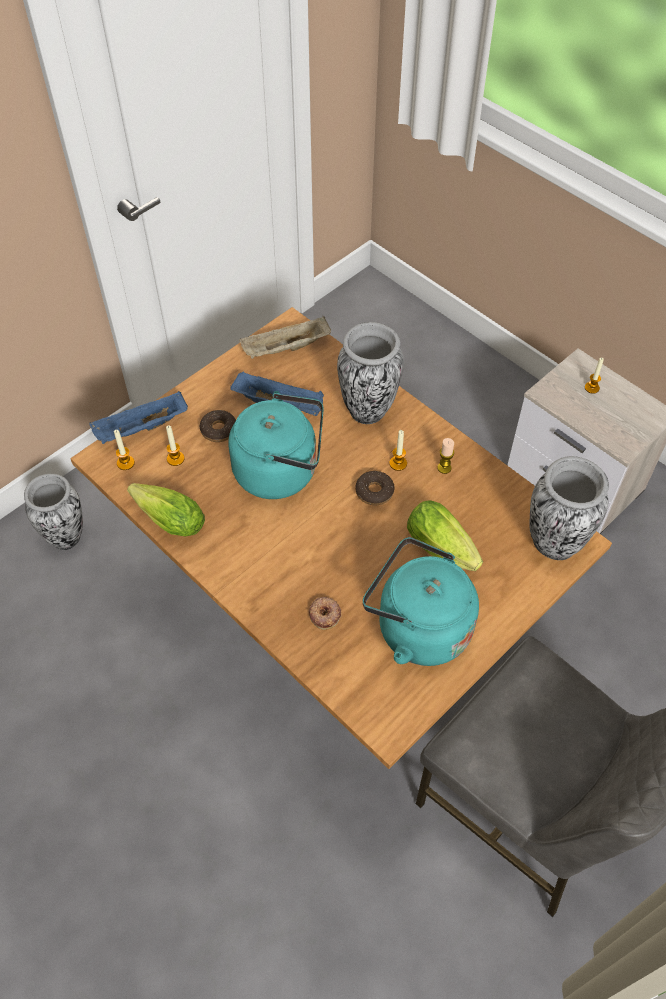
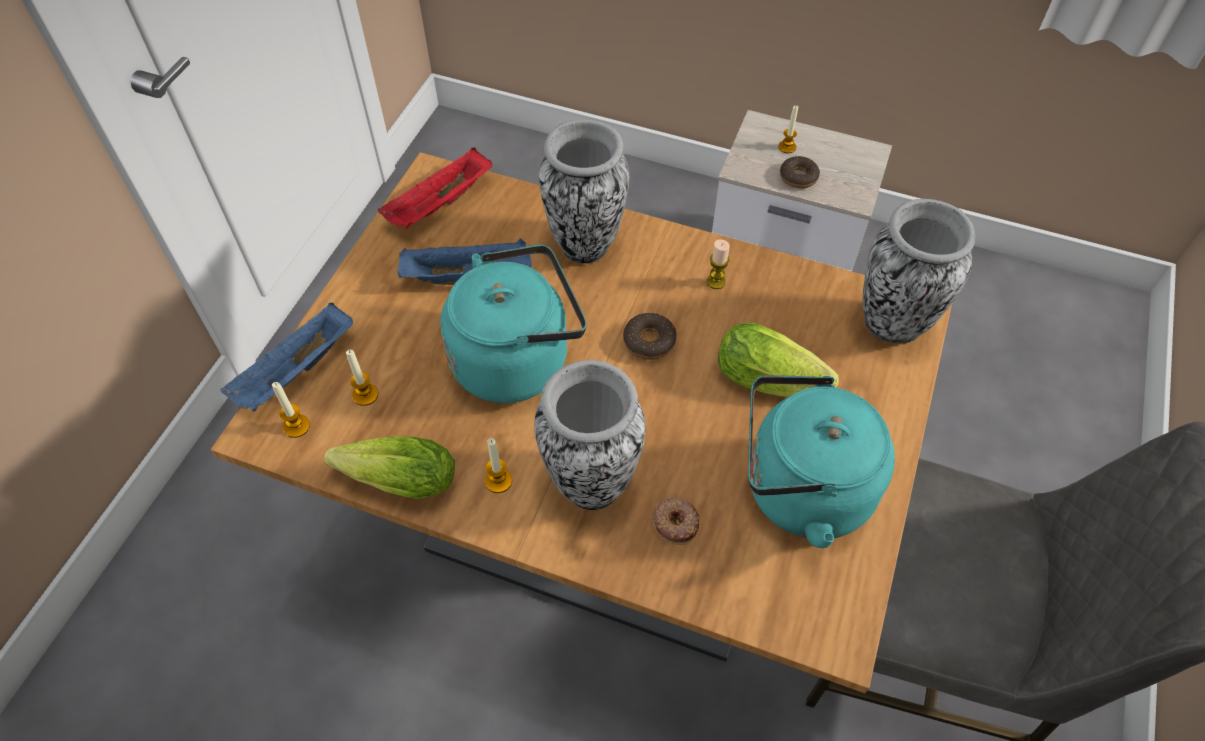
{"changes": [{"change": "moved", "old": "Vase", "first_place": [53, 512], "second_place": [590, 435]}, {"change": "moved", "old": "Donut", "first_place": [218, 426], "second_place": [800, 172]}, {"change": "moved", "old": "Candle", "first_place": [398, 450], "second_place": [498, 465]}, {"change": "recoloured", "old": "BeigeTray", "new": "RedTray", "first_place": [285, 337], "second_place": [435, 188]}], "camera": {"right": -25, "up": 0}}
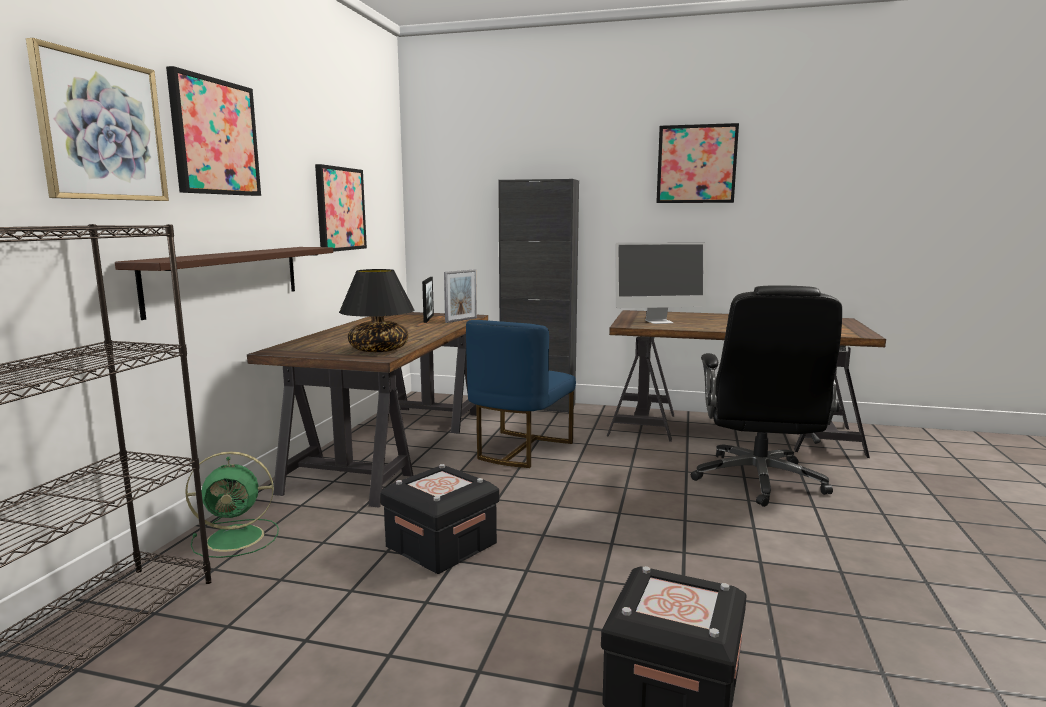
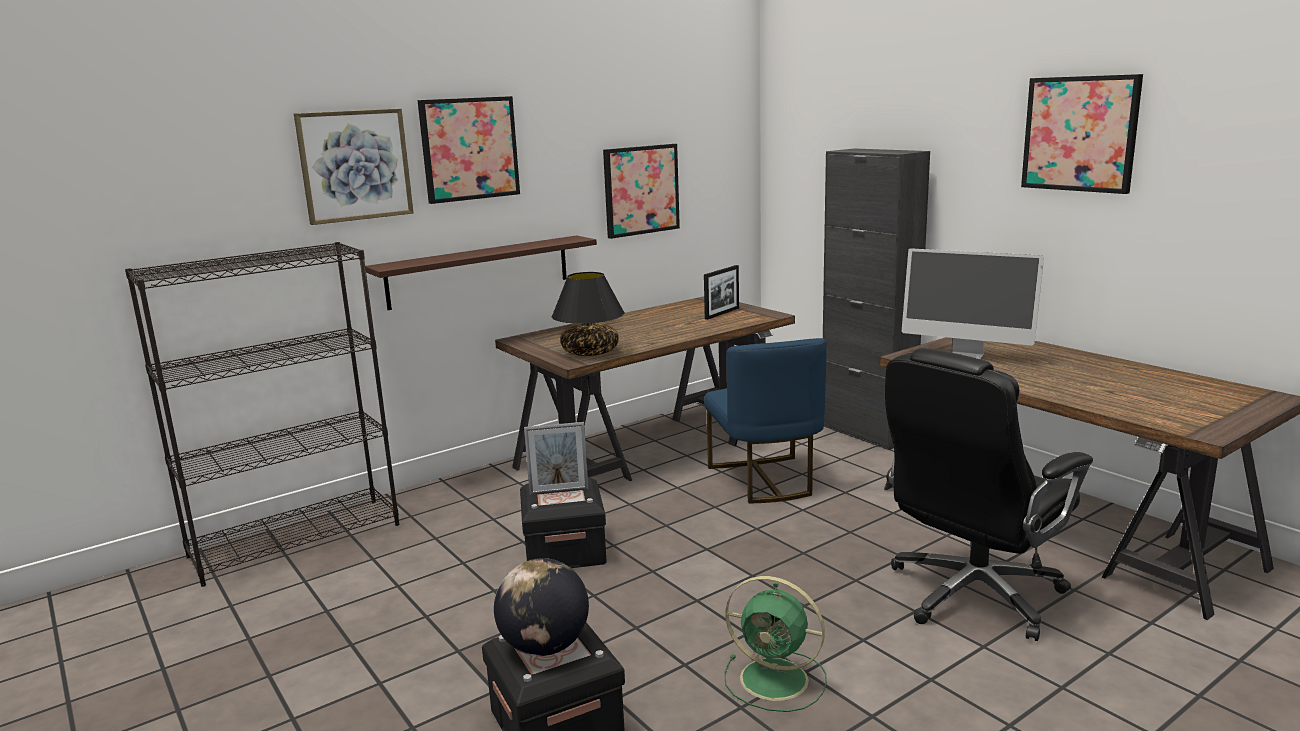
{"changes": [{"change": "added", "new": "Globe", "second_place": [541, 607]}, {"change": "moved", "old": "GreenFan", "first_place": [232, 505], "second_place": [775, 644]}, {"change": "moved", "old": "PictureFrame", "first_place": [460, 296], "second_place": [556, 458]}, {"change": "turned", "old": "BlueChair", "first_place": [521, 394], "second_place": [765, 421], "degrees": -75}], "camera": {"right": 40, "up": 5}}
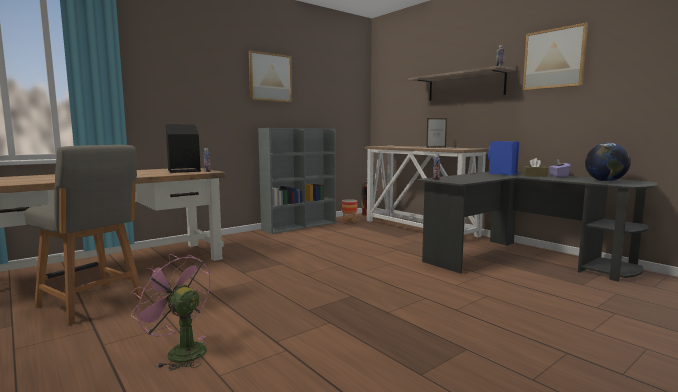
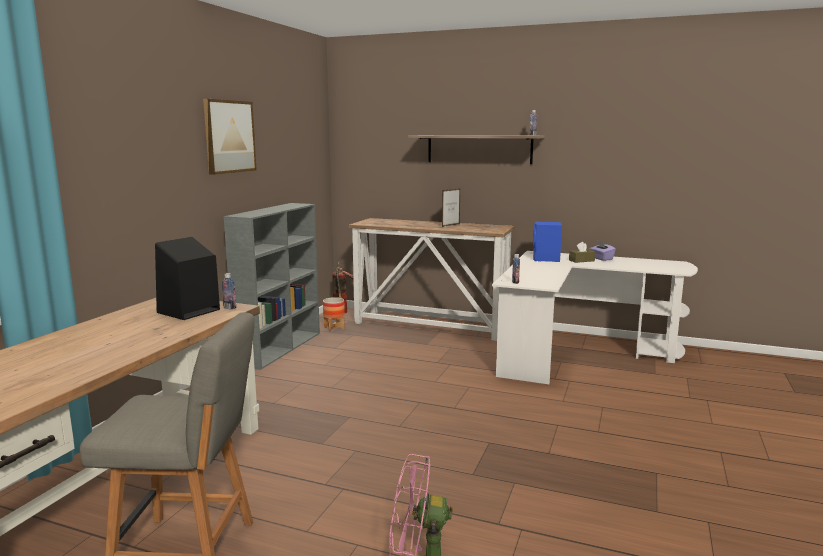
{"changes": [{"change": "removed", "old": "Picture", "first_place": [555, 56]}, {"change": "removed", "old": "Globe", "first_place": [608, 162]}, {"change": "recoloured", "old": "BlackDesk", "new": "WhiteDesk", "first_place": [536, 227], "second_place": [595, 317]}], "camera": {"right": -30, "up": 5}}
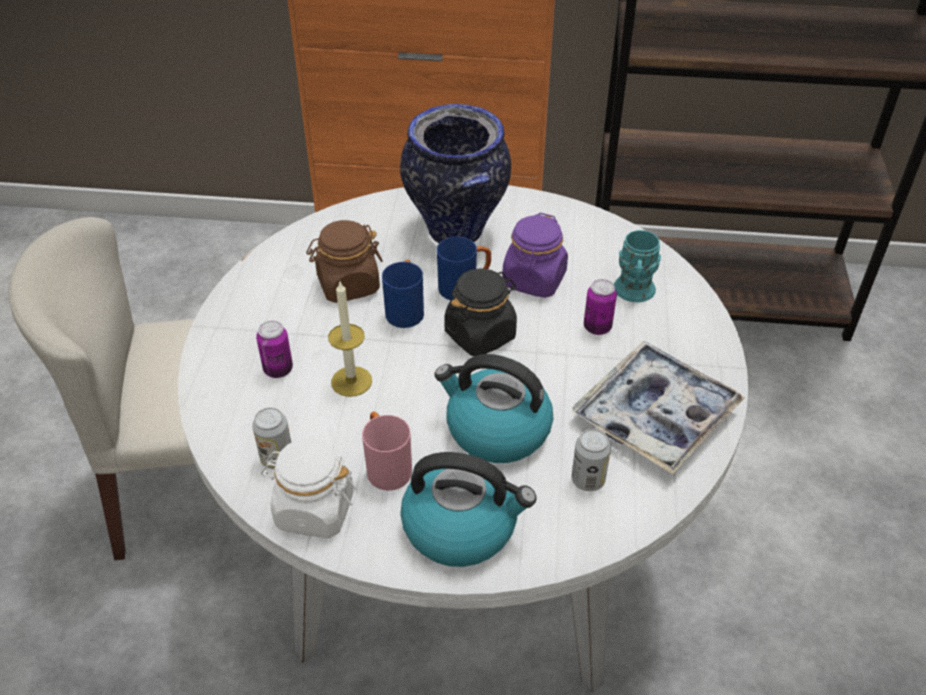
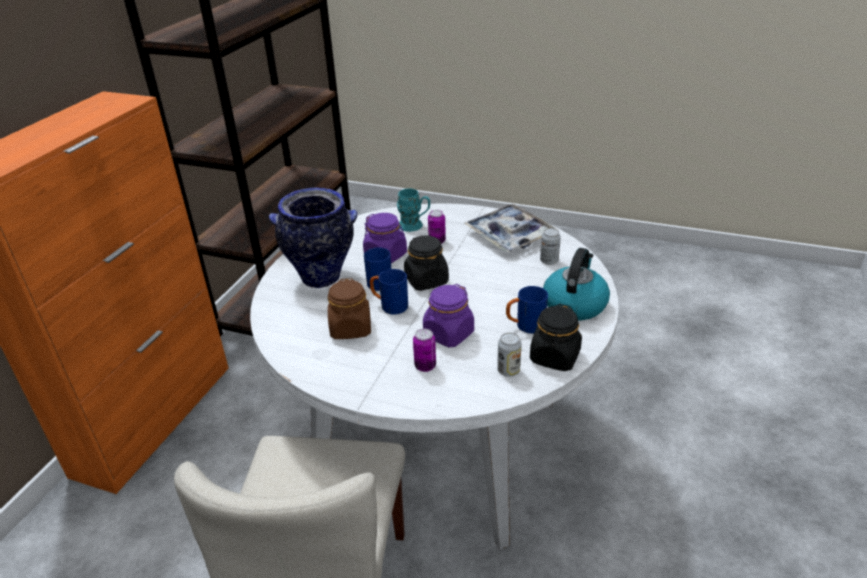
{"changes": [{"change": "removed", "old": "Kettle", "first_place": [493, 408]}, {"change": "replaced", "old": "Candle", "new": "PurpleJar", "first_place": [350, 339], "second_place": [448, 315]}, {"change": "recoloured", "old": "WhiteJar", "new": "BlackJar", "first_place": [309, 488], "second_place": [556, 337]}, {"change": "recoloured", "old": "PinkMug", "new": "BlueMug", "first_place": [387, 451], "second_place": [527, 310]}], "camera": {"right": -75, "up": -10}}
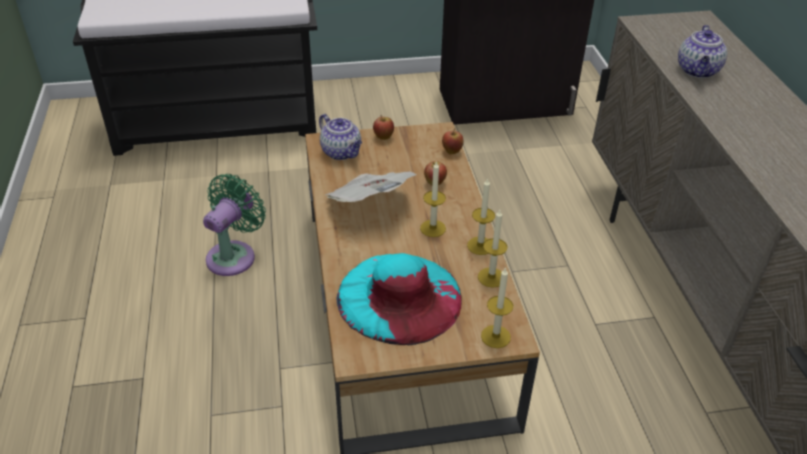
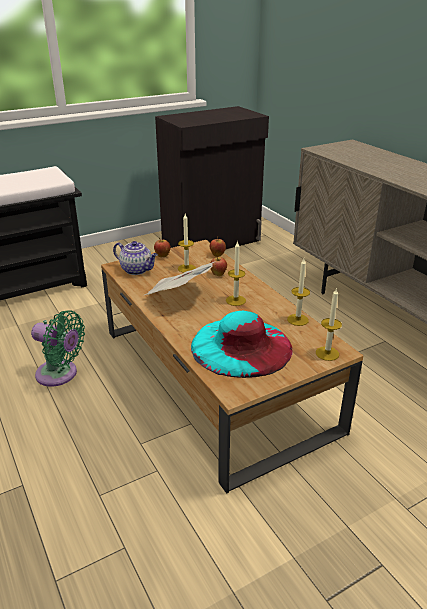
{"changes": [{"change": "removed", "old": "Teapot", "first_place": [702, 51]}, {"change": "moved", "old": "Candle", "first_place": [481, 216], "second_place": [187, 243]}, {"change": "turned", "old": "GreenFan", "first_place": [234, 225], "second_place": [58, 348], "degrees": 105}], "camera": {"right": -20, "up": -10}}
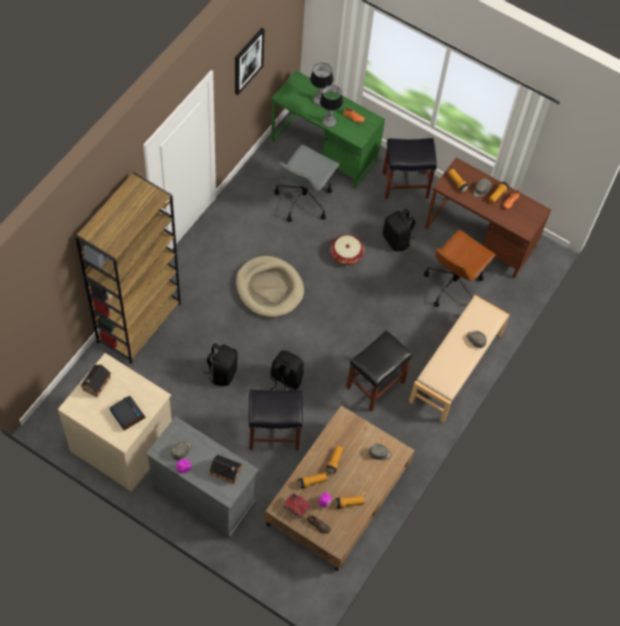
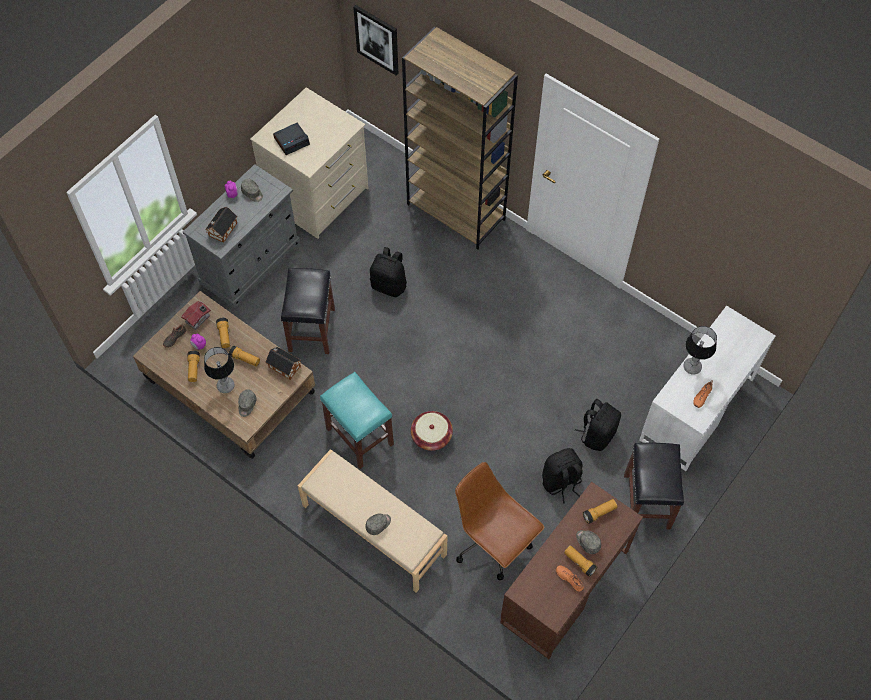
{"changes": [{"change": "removed", "old": "BeigeDogBed", "first_place": [270, 287]}, {"change": "removed", "old": "GreyOfficeChair", "first_place": [307, 183]}, {"change": "moved", "old": "ToyHouse", "first_place": [95, 381], "second_place": [283, 363]}, {"change": "moved", "old": "Picture", "first_place": [250, 61], "second_place": [376, 40]}, {"change": "moved", "old": "BlackBackpack", "first_place": [287, 370], "second_place": [598, 425]}, {"change": "moved", "old": "TableLamp", "first_place": [321, 84], "second_place": [219, 370]}, {"change": "moved", "old": "Basket", "first_place": [347, 250], "second_place": [432, 431]}, {"change": "recoloured", "old": "GreenDesk", "new": "WhiteDesk", "first_place": [328, 129], "second_place": [707, 388]}, {"change": "recoloured", "old": "BlackStool", "new": "TurquoiseStool", "first_place": [379, 371], "second_place": [357, 420]}], "camera": {"right": 100, "up": 0}}
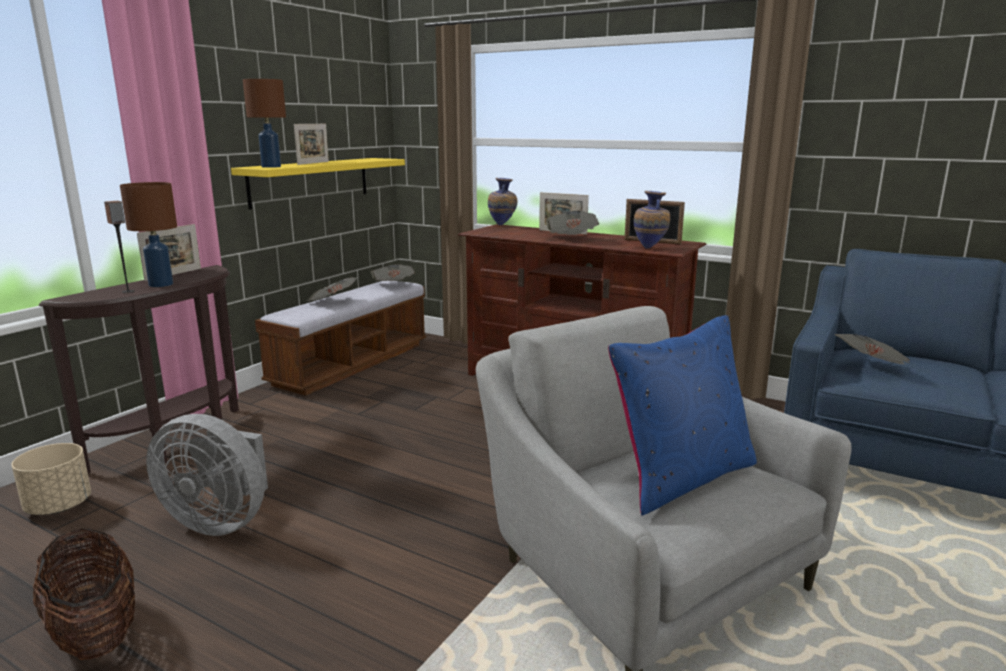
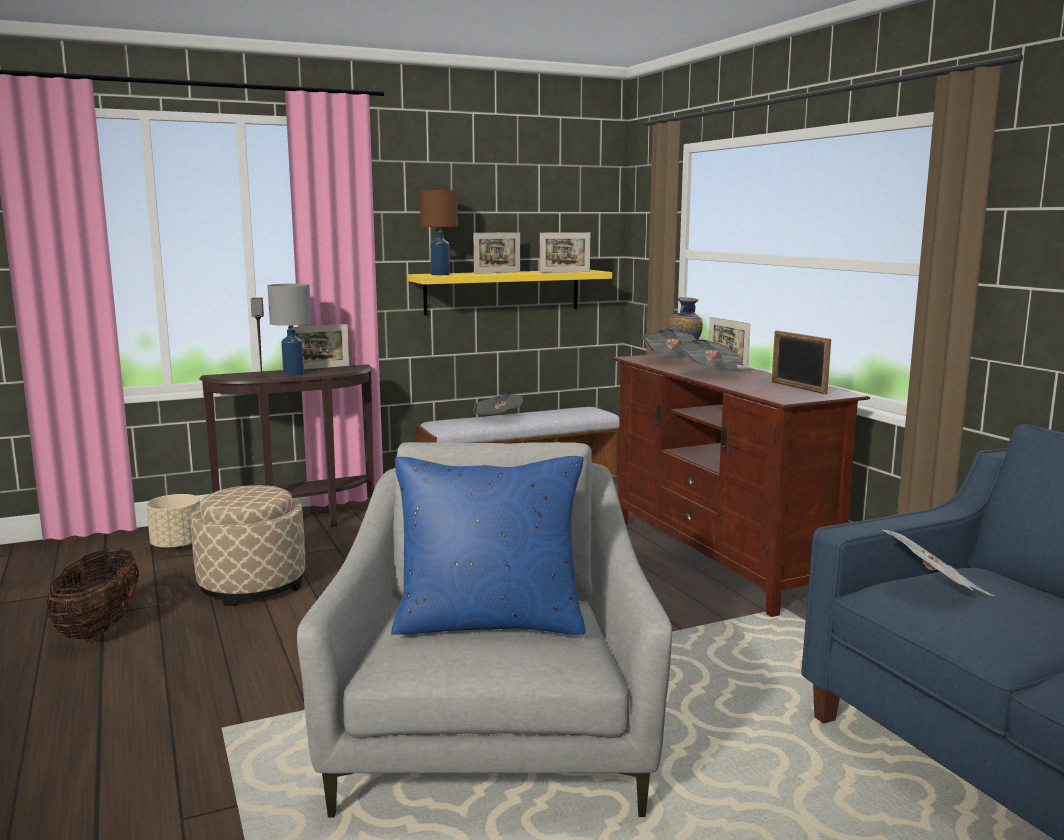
{"changes": [{"change": "removed", "old": "Vase", "first_place": [651, 219]}, {"change": "added", "new": "PictureFrame", "second_place": [565, 252]}, {"change": "moved", "old": "Newspaper", "first_place": [393, 272], "second_place": [669, 343]}, {"change": "replaced", "old": "GreyFan", "new": "BeigeOttoman", "first_place": [207, 475], "second_place": [248, 545]}, {"change": "recoloured", "old": "BrownTableLamp", "new": "GreyTableLamp", "first_place": [148, 234], "second_place": [289, 330]}], "camera": {"right": 35, "up": -5}}
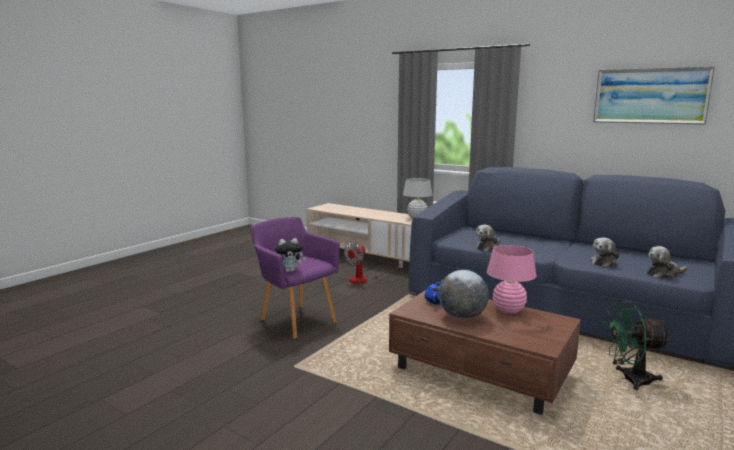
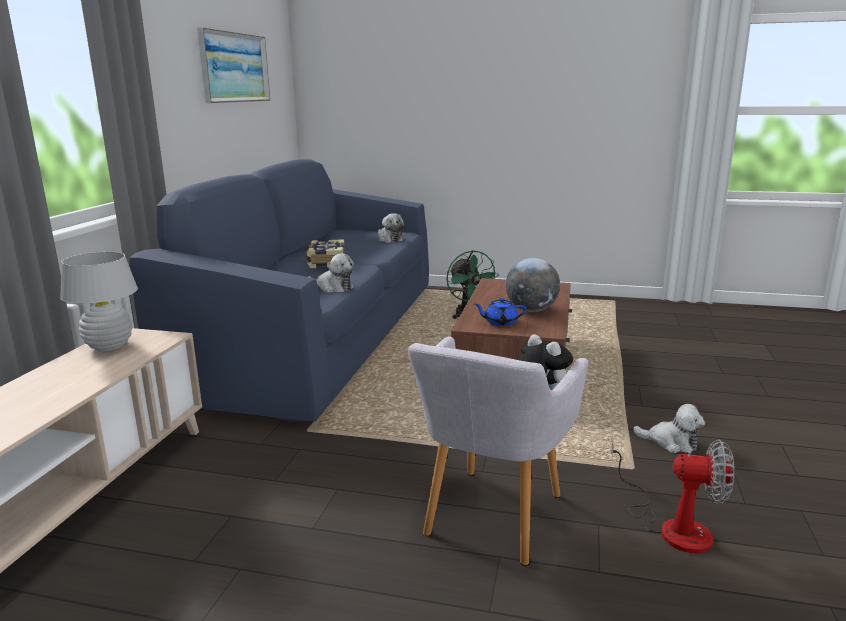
{"changes": [{"change": "removed", "old": "PinkTableLamp", "first_place": [512, 279]}, {"change": "added", "new": "Book", "second_place": [325, 253]}, {"change": "moved", "old": "Fan", "first_place": [373, 263], "second_place": [672, 496]}, {"change": "moved", "old": "PlushToy", "first_place": [605, 252], "second_place": [669, 428]}, {"change": "recoloured", "old": "PurpleArmchair", "new": "GreyArmchair", "first_place": [295, 278], "second_place": [498, 451]}], "camera": {"right": -110, "up": 5}}
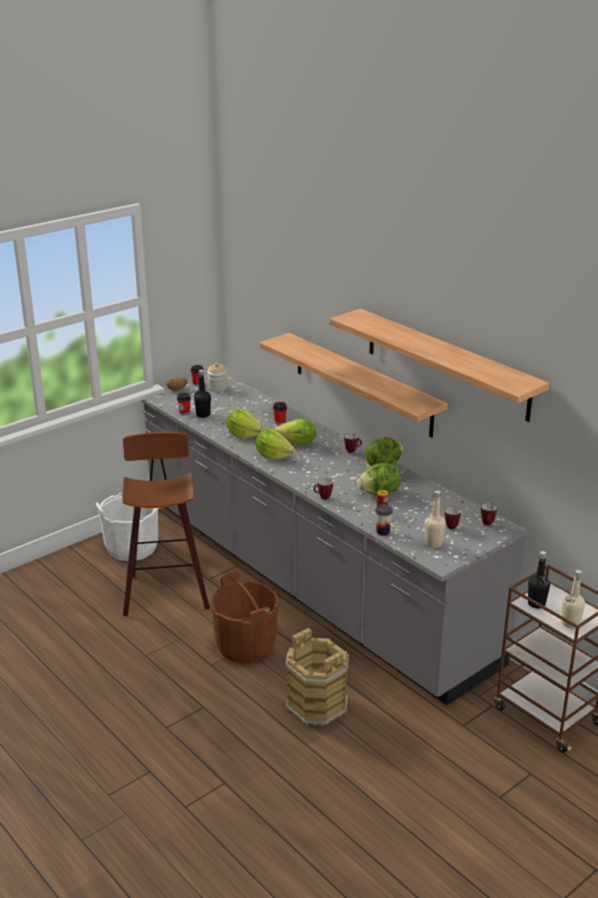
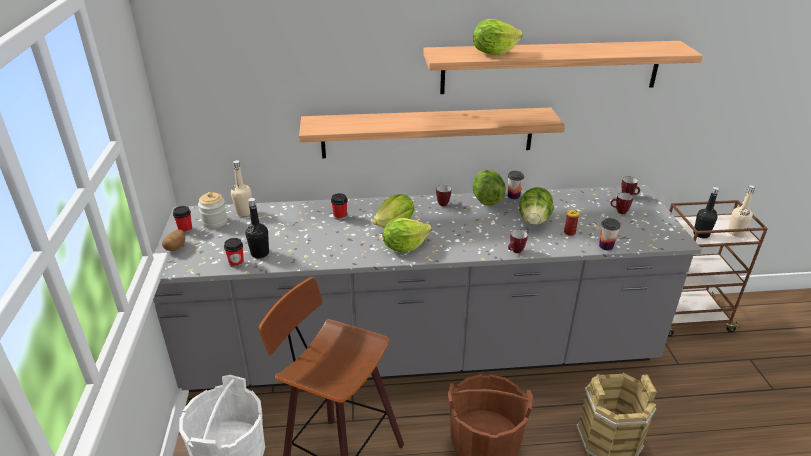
{"changes": [{"change": "added", "new": "Cup", "second_place": [516, 185]}, {"change": "moved", "old": "Lettuce", "first_place": [245, 423], "second_place": [498, 37]}, {"change": "moved", "old": "BeigeBottle", "first_place": [435, 519], "second_place": [241, 188]}], "camera": {"right": -55, "up": 5}}
